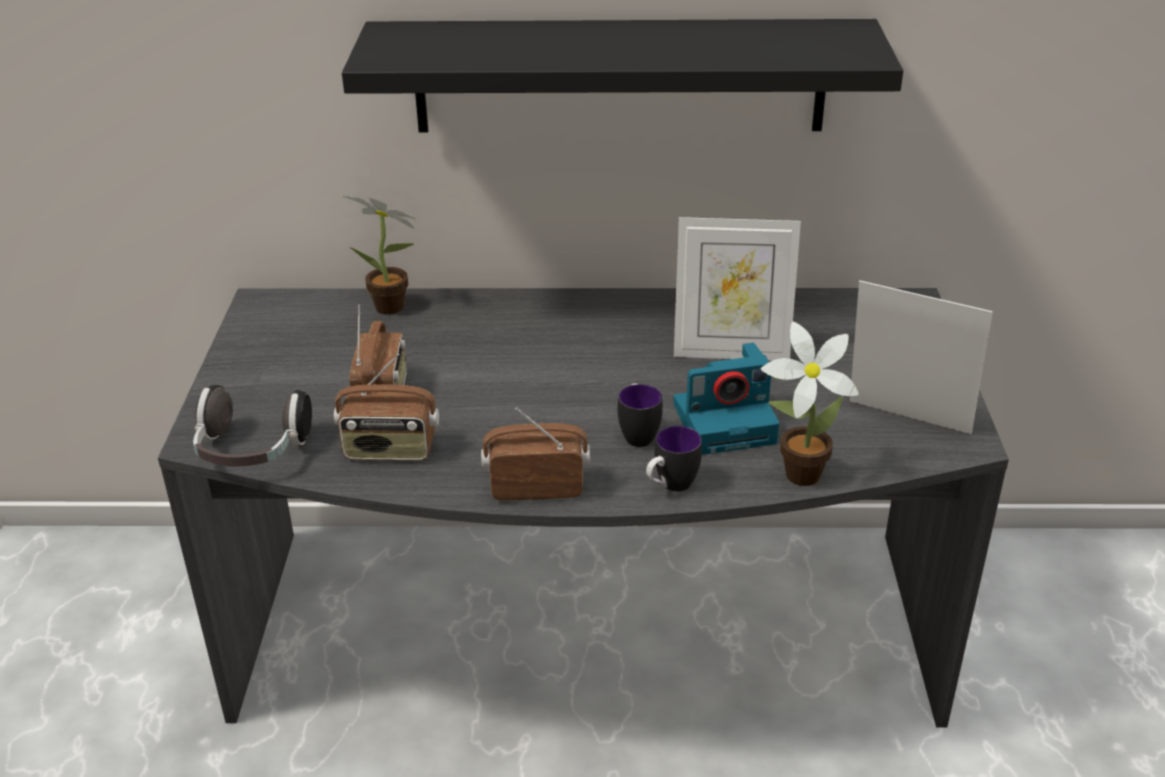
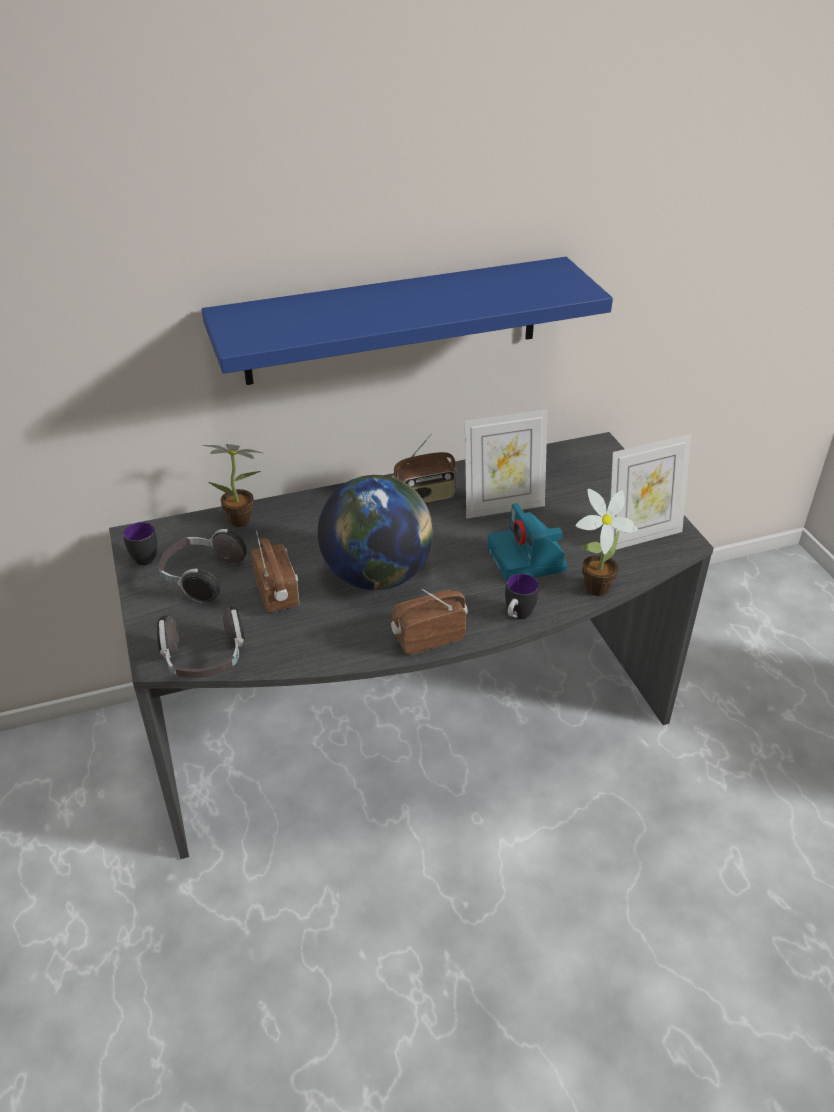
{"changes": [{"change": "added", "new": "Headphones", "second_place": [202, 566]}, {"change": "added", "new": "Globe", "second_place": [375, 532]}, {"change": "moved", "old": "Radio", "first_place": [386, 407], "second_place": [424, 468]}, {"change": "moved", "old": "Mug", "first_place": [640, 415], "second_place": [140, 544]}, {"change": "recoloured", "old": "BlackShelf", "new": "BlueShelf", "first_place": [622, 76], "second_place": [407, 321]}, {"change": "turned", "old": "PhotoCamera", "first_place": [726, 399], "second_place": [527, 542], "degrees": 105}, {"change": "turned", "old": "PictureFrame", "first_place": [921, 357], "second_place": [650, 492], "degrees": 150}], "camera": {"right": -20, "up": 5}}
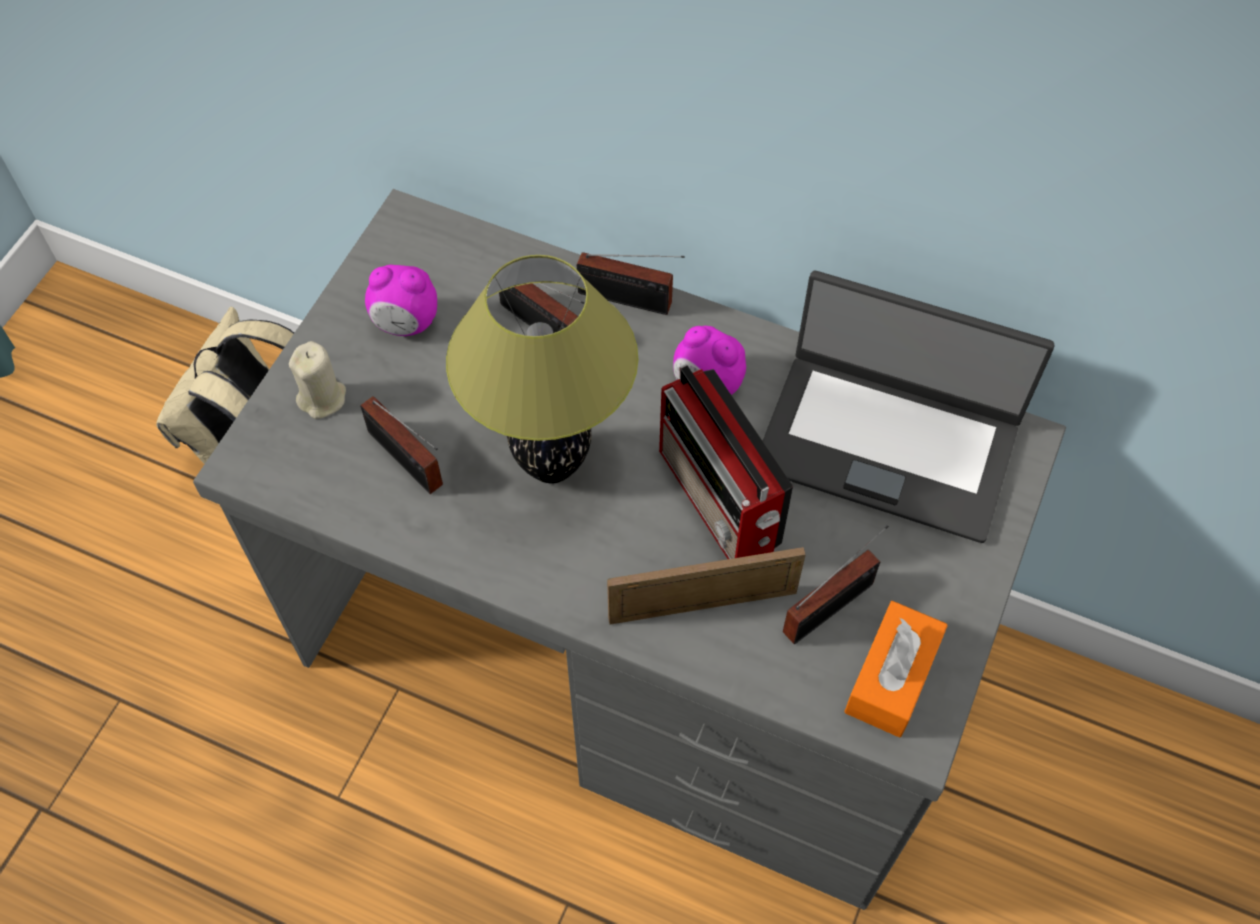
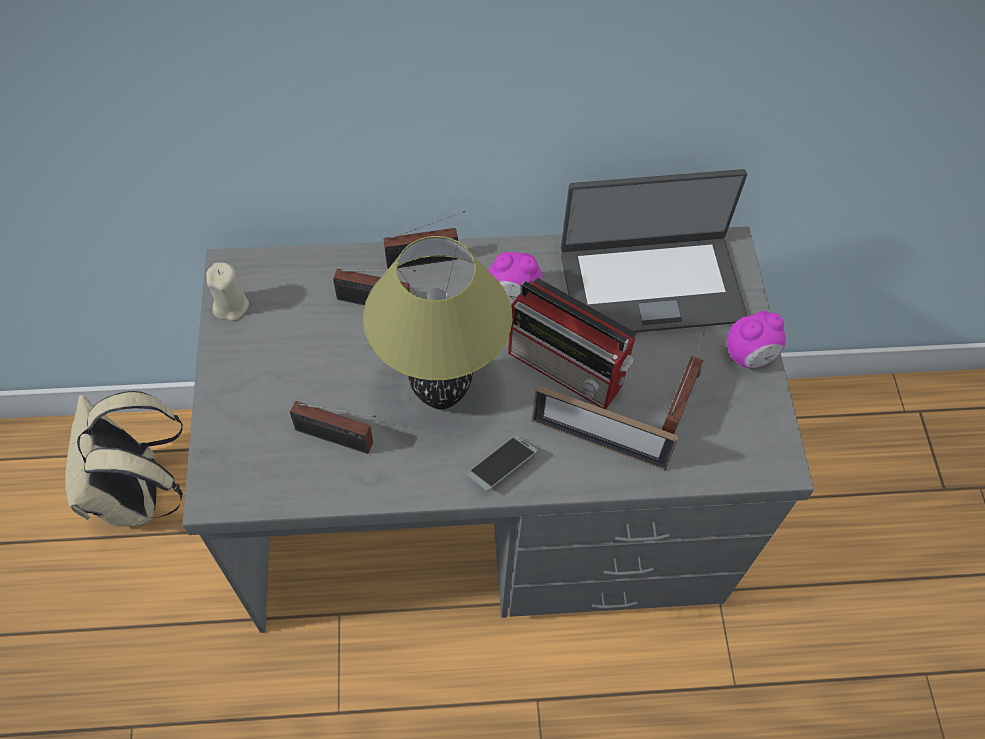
{"changes": [{"change": "removed", "old": "OrangeTissueBox", "first_place": [896, 669]}, {"change": "added", "new": "Phone", "second_place": [502, 463]}, {"change": "moved", "old": "BeigeCandle", "first_place": [317, 380], "second_place": [227, 292]}, {"change": "moved", "old": "AlarmClock", "first_place": [401, 300], "second_place": [756, 339]}, {"change": "turned", "old": "PictureFrame", "first_place": [706, 585], "second_place": [605, 428], "degrees": -120}], "camera": {"right": -30, "up": 0}}
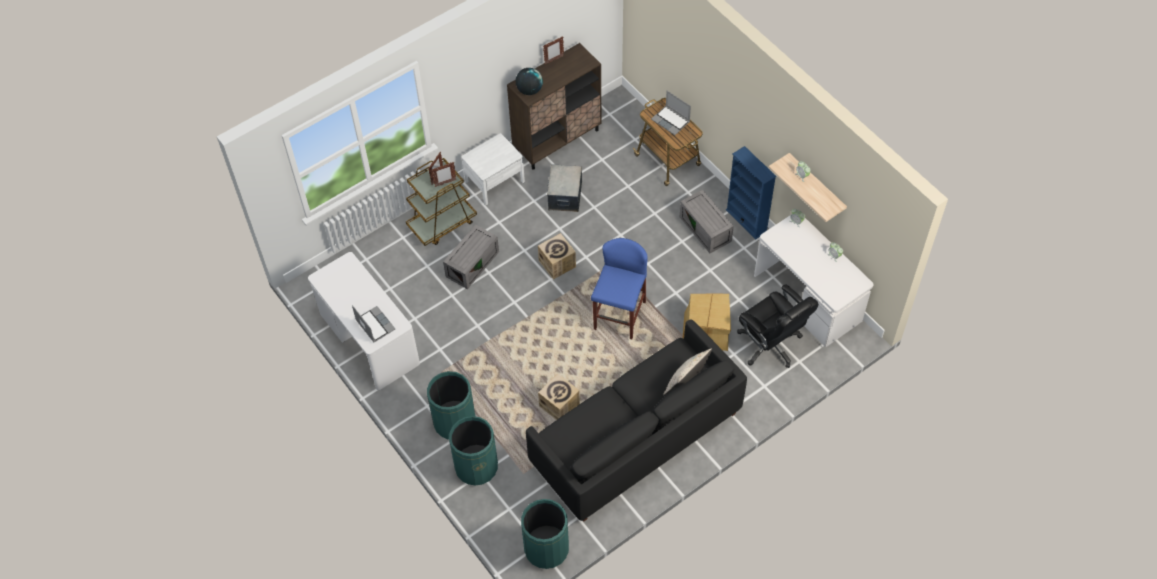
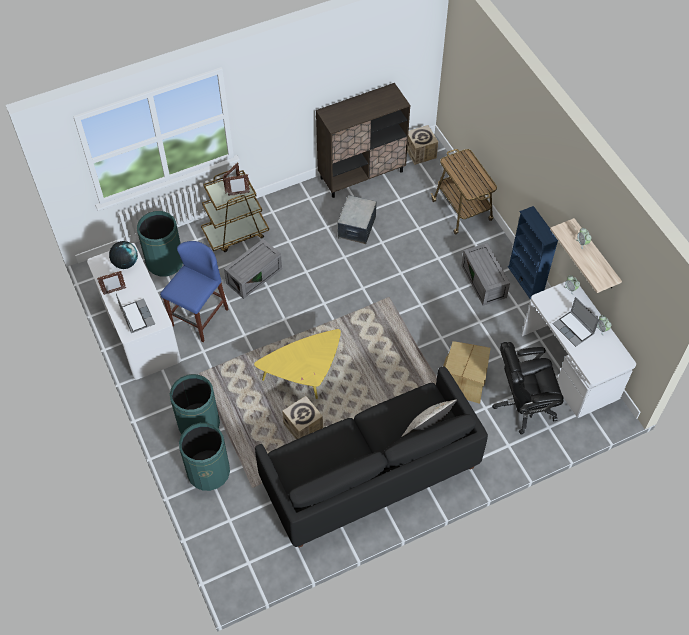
{"changes": [{"change": "removed", "old": "WhiteNightstand", "first_place": [493, 169]}, {"change": "added", "new": "YellowCoffeeTable", "second_place": [297, 364]}, {"change": "moved", "old": "Globe", "first_place": [529, 81], "second_place": [123, 255]}, {"change": "moved", "old": "GreenTrashCan", "first_place": [545, 534], "second_place": [160, 244]}, {"change": "moved", "old": "CardboardBox", "first_place": [557, 256], "second_place": [422, 145]}, {"change": "moved", "old": "PictureFrame", "first_place": [553, 50], "second_place": [111, 283]}, {"change": "moved", "old": "BlueStool", "first_place": [619, 288], "second_place": [194, 291]}, {"change": "moved", "old": "Laptop", "first_place": [671, 113], "second_place": [576, 322]}, {"change": "turned", "old": "BlackOfficeChair", "first_place": [778, 326], "second_place": [528, 388], "degrees": 105}], "camera": {"right": 10, "up": 0}}
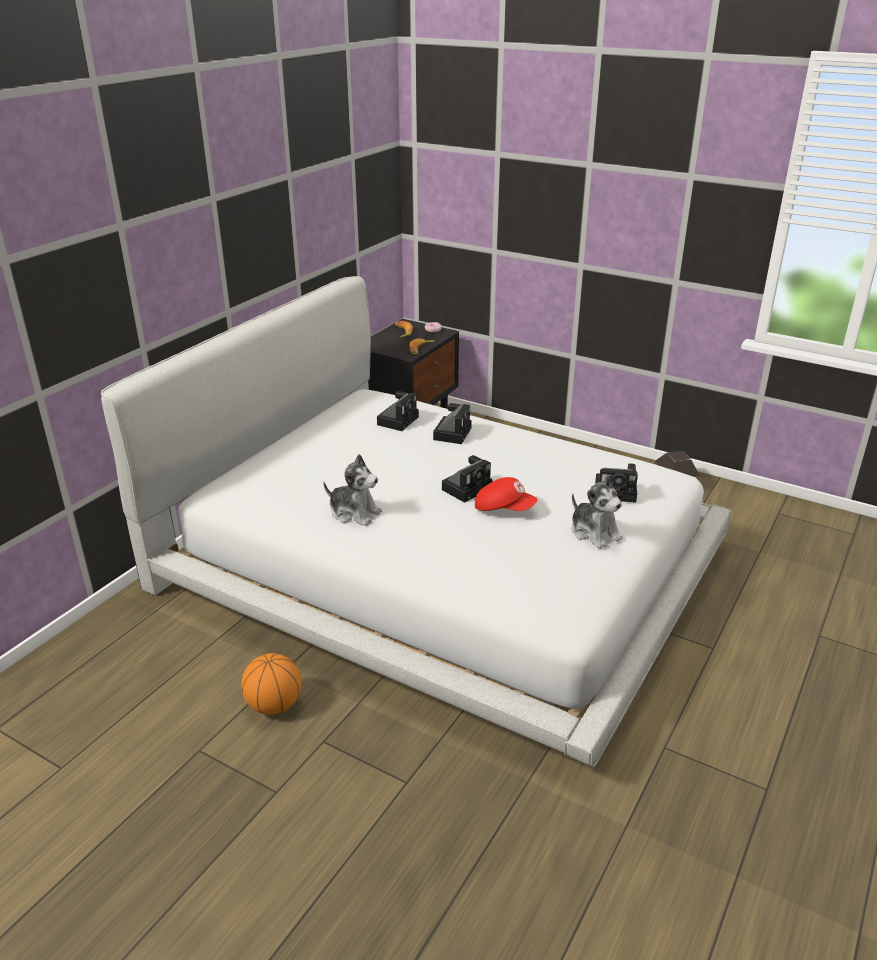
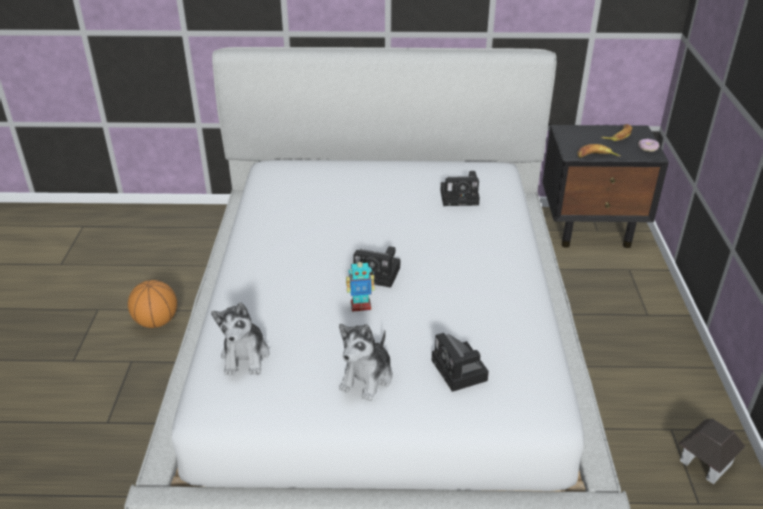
{"changes": [{"change": "removed", "old": "PhotoCamera", "first_place": [452, 423]}, {"change": "moved", "old": "PlushToy", "first_place": [352, 490], "second_place": [240, 339]}, {"change": "replaced", "old": "RedCap", "new": "ToyRobot", "first_place": [506, 494], "second_place": [360, 285]}], "camera": {"right": 60, "up": 5}}
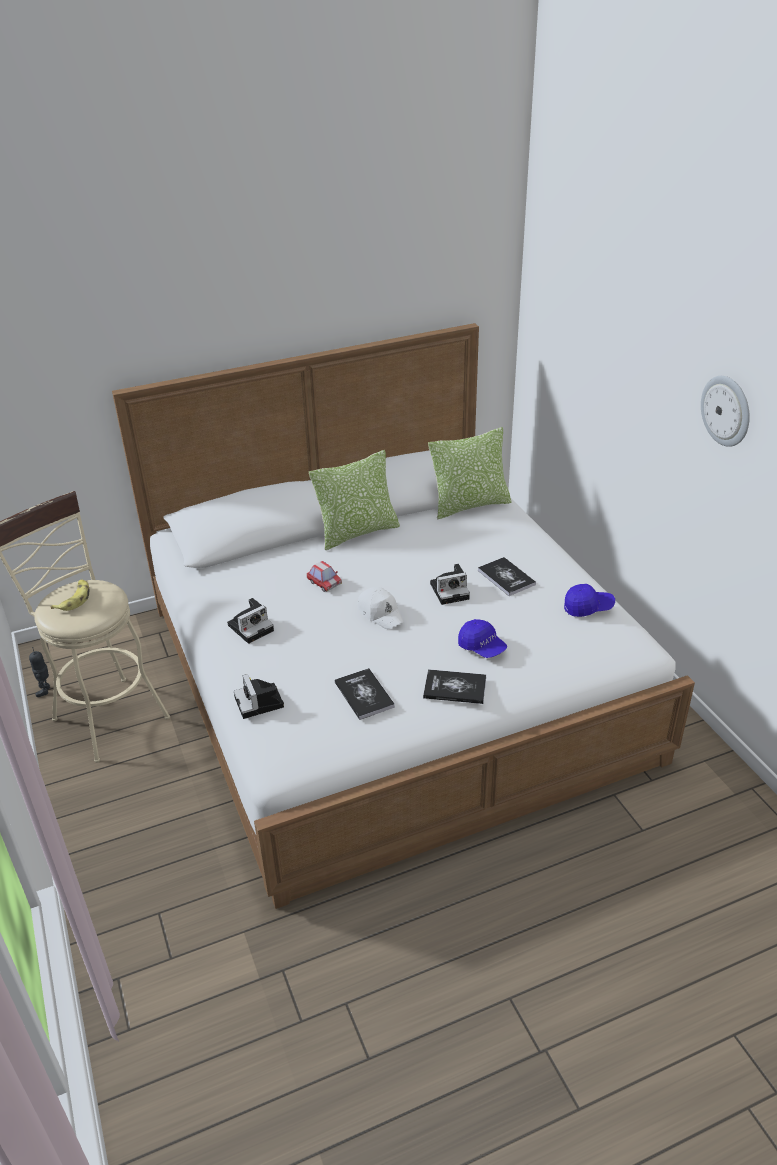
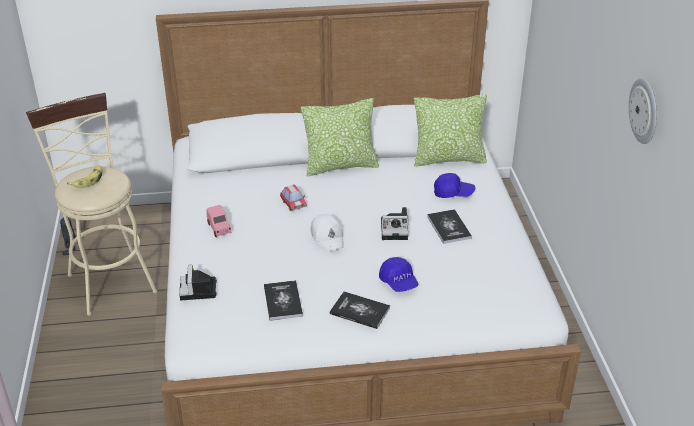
{"changes": [{"change": "moved", "old": "BlueCap", "first_place": [589, 600], "second_place": [455, 185]}, {"change": "replaced", "old": "PhotoCamera", "new": "PinkToyCar", "first_place": [250, 621], "second_place": [218, 221]}], "camera": {"right": 15, "up": 0}}
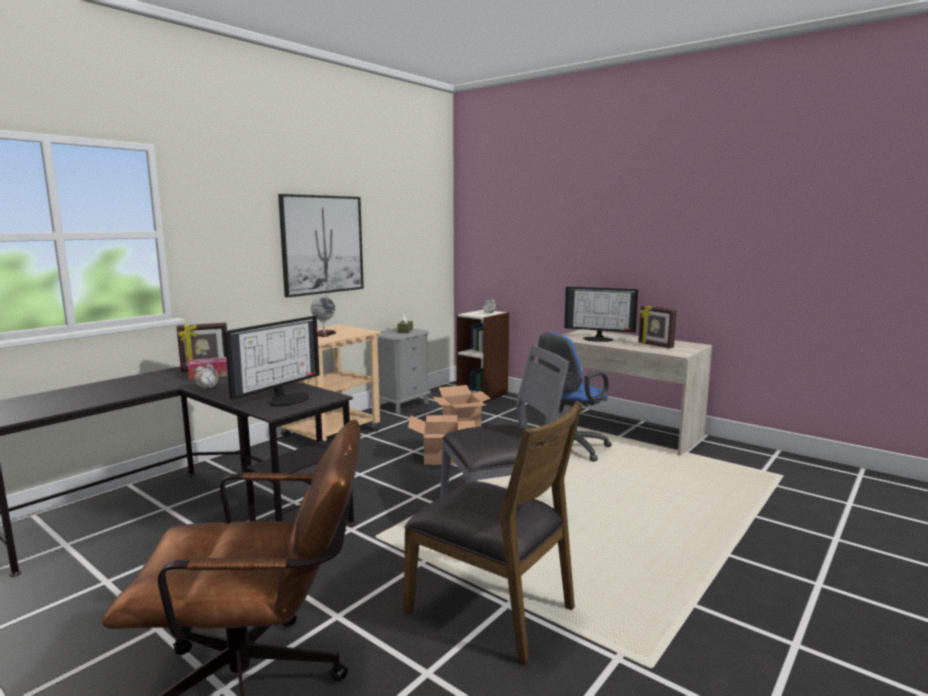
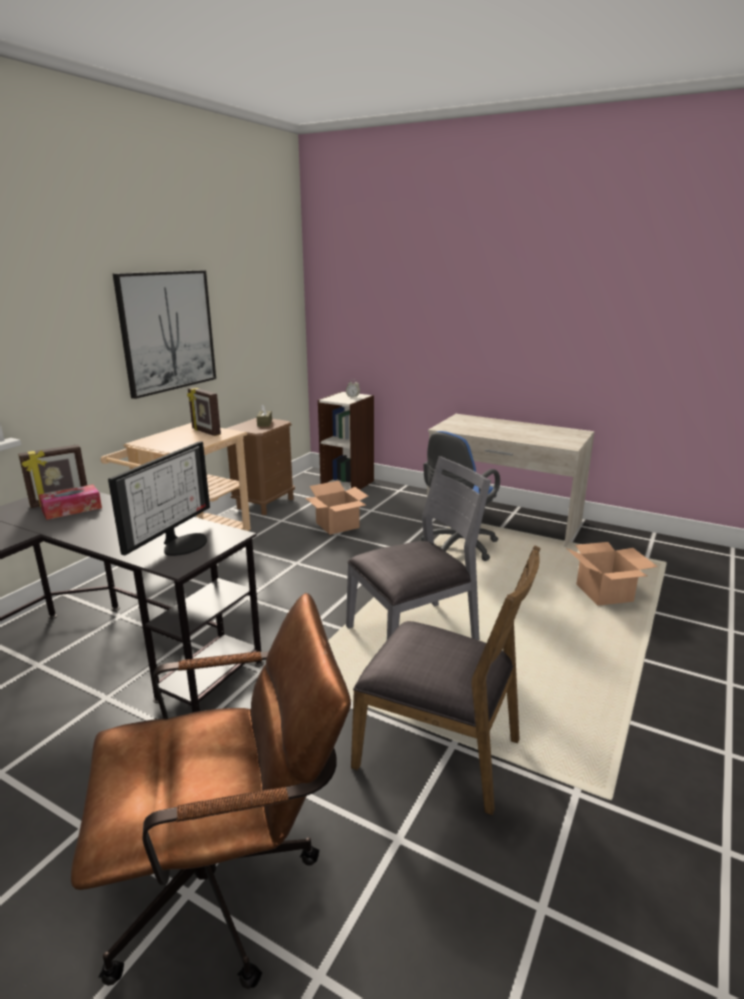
{"changes": [{"change": "removed", "old": "AlarmClock", "first_place": [206, 375]}, {"change": "removed", "old": "Globe", "first_place": [323, 315]}, {"change": "removed", "old": "Monitor", "first_place": [601, 314]}, {"change": "moved", "old": "CardboardBox", "first_place": [441, 440], "second_place": [612, 574]}, {"change": "moved", "old": "PictureFrame", "first_place": [657, 326], "second_place": [204, 411]}, {"change": "recoloured", "old": "GreyNightstand", "new": "BrownNightstand", "first_place": [400, 371], "second_place": [260, 466]}], "camera": {"right": -10, "up": 10}}
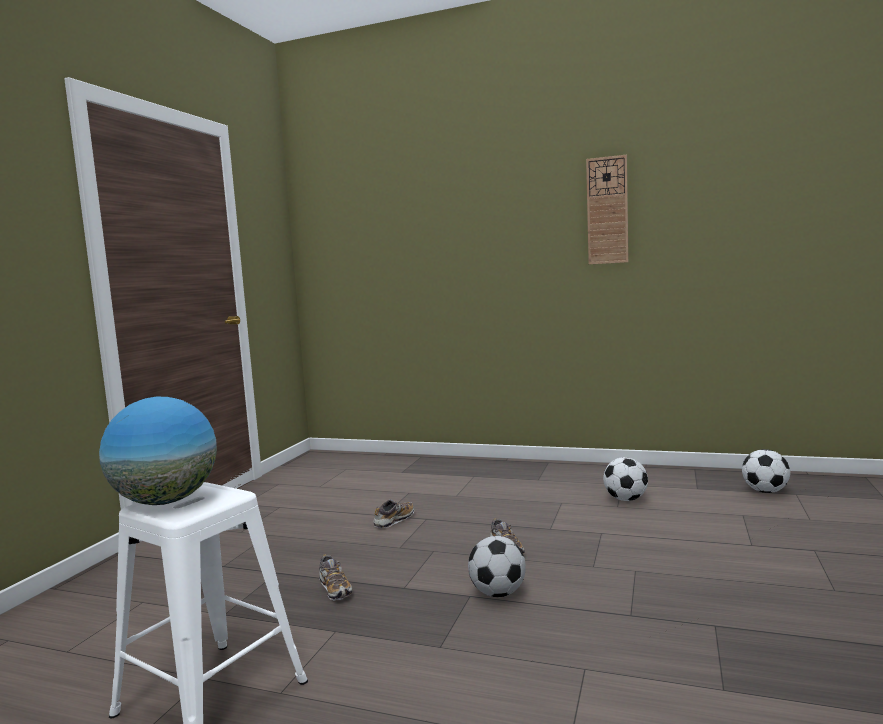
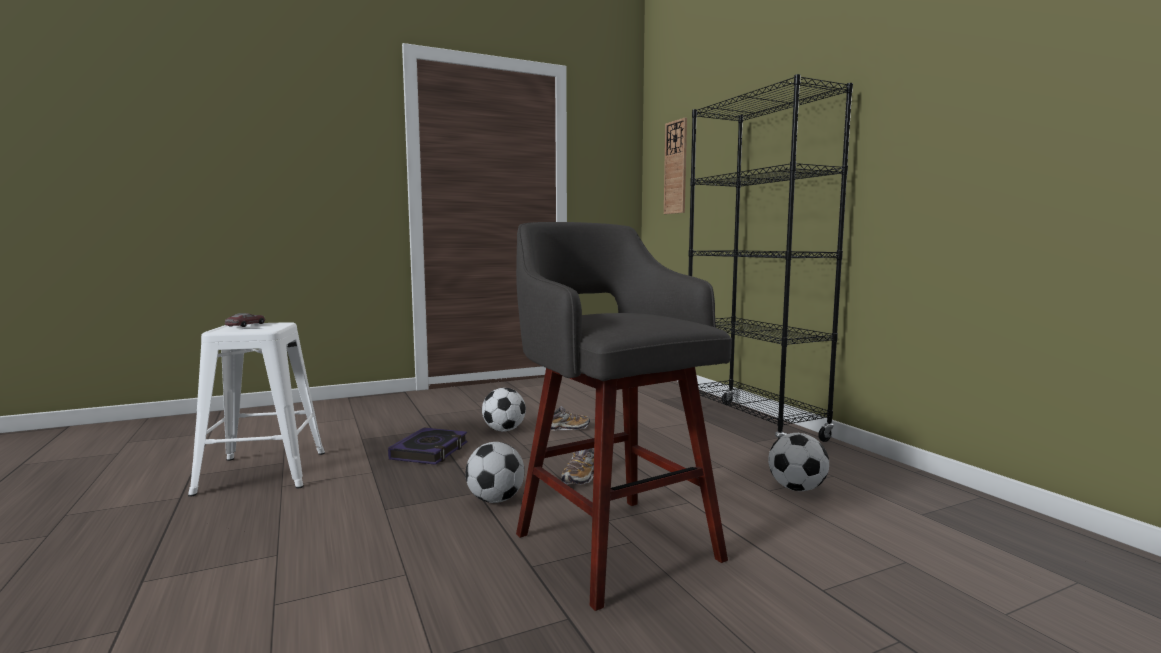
{"changes": [{"change": "added", "new": "GreyStool", "second_place": [624, 416]}, {"change": "added", "new": "BlackBookcase", "second_place": [770, 258]}, {"change": "moved", "old": "WallClock", "first_place": [607, 209], "second_place": [675, 166]}, {"change": "moved", "old": "Football", "first_place": [766, 471], "second_place": [504, 410]}, {"change": "replaced", "old": "Globe", "new": "ToyCar", "first_place": [158, 451], "second_place": [245, 320]}, {"change": "replaced", "old": "Shoe", "new": "Book", "first_place": [335, 577], "second_place": [428, 446]}], "camera": {"right": 45, "up": 0}}
